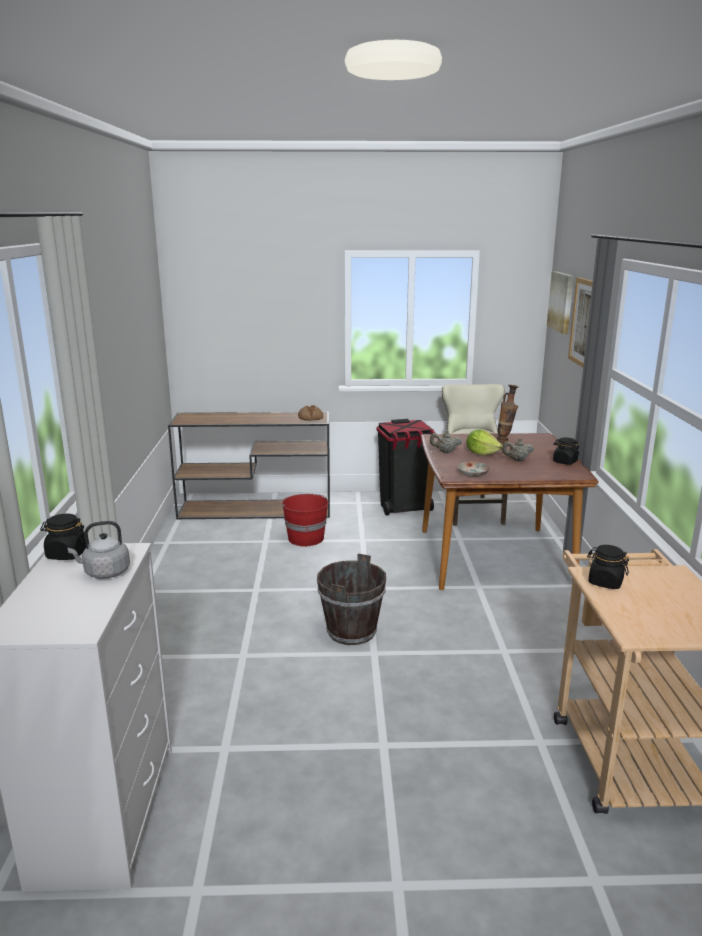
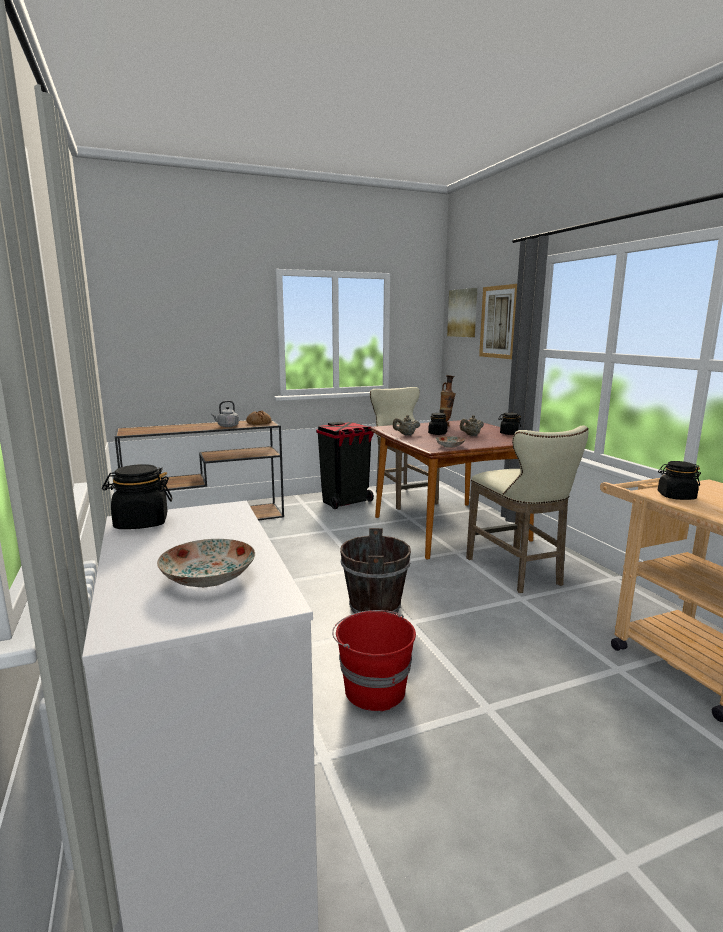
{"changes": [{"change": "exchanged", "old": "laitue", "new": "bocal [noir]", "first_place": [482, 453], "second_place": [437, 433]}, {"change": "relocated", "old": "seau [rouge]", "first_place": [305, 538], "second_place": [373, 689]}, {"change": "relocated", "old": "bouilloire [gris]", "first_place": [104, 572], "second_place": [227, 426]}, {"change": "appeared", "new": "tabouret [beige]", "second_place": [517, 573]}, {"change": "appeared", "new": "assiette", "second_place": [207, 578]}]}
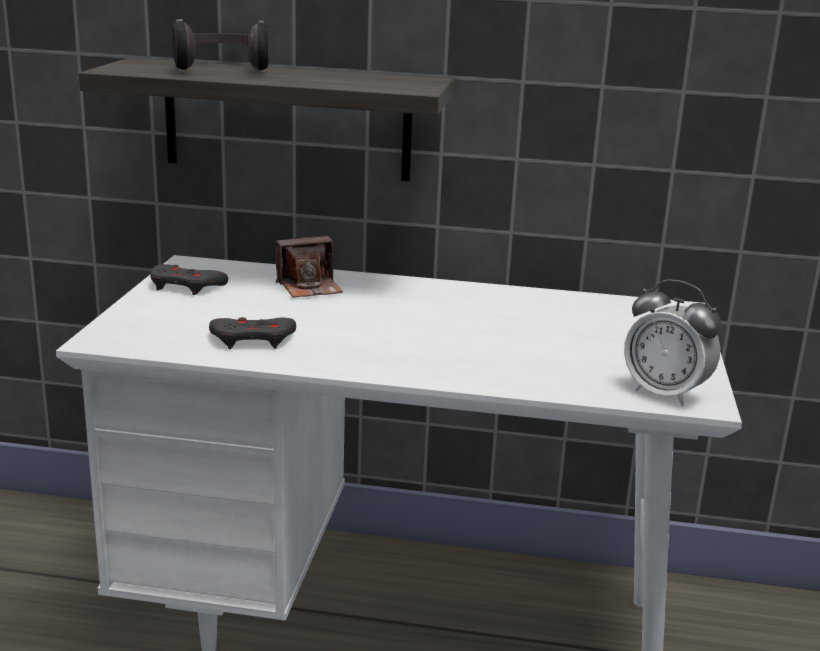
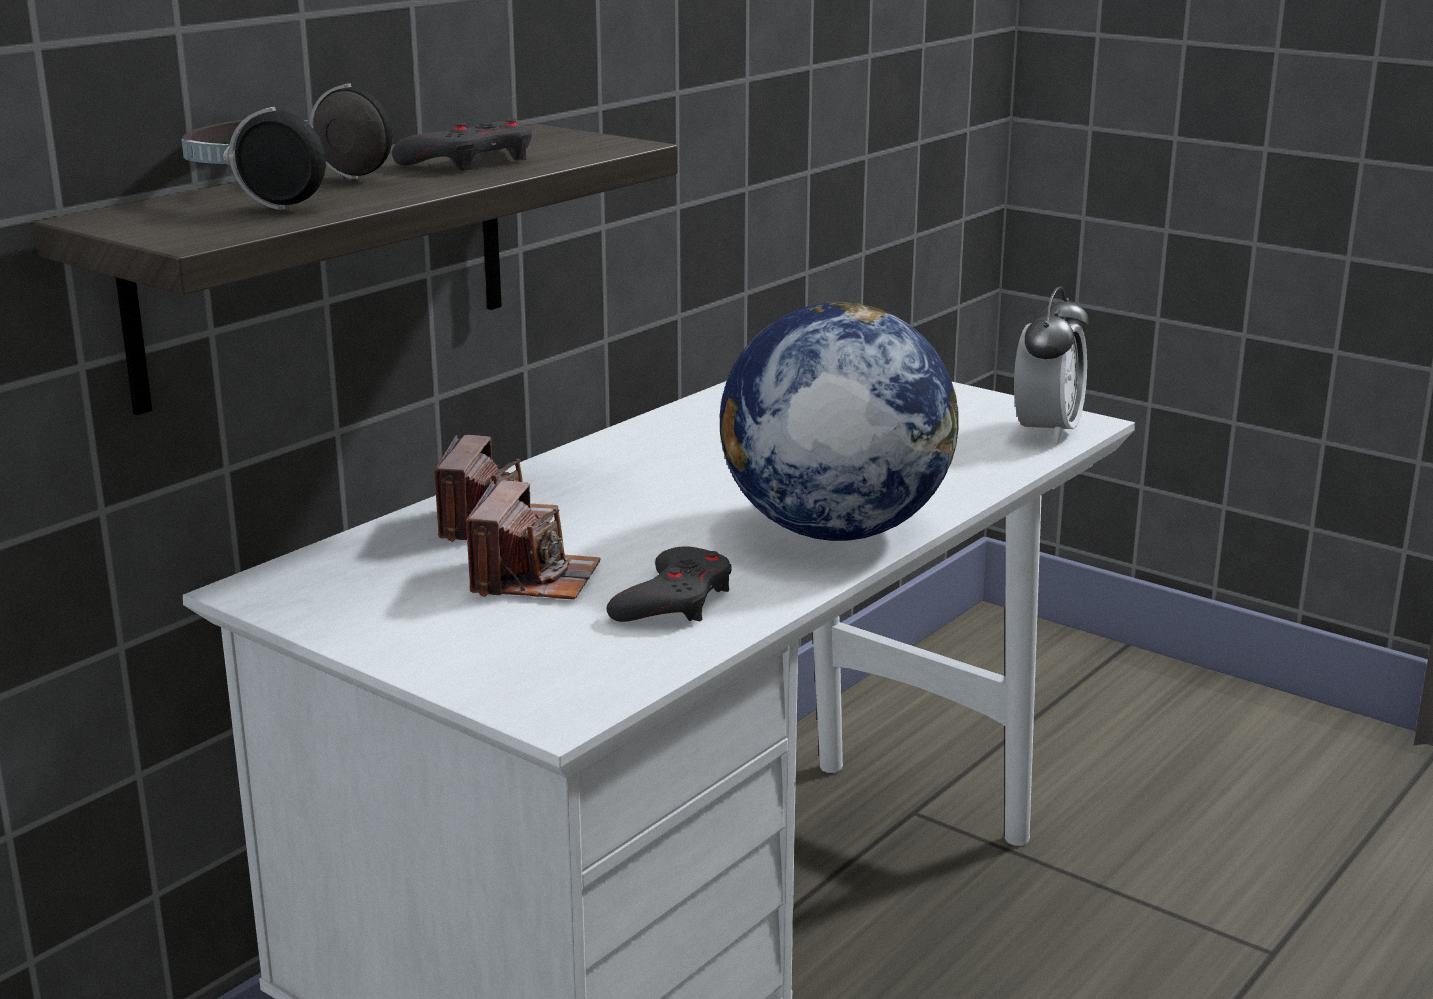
{"changes": [{"change": "relocated", "old": "manette [gris]", "first_place": [186, 286], "second_place": [470, 161]}, {"change": "spun", "old": "réveil", "first_place": [665, 394], "second_place": [1047, 431], "degrees": -45}, {"change": "appeared", "new": "globe", "second_place": [833, 531]}, {"change": "appeared", "new": "appareil photo", "second_place": [533, 579]}]}
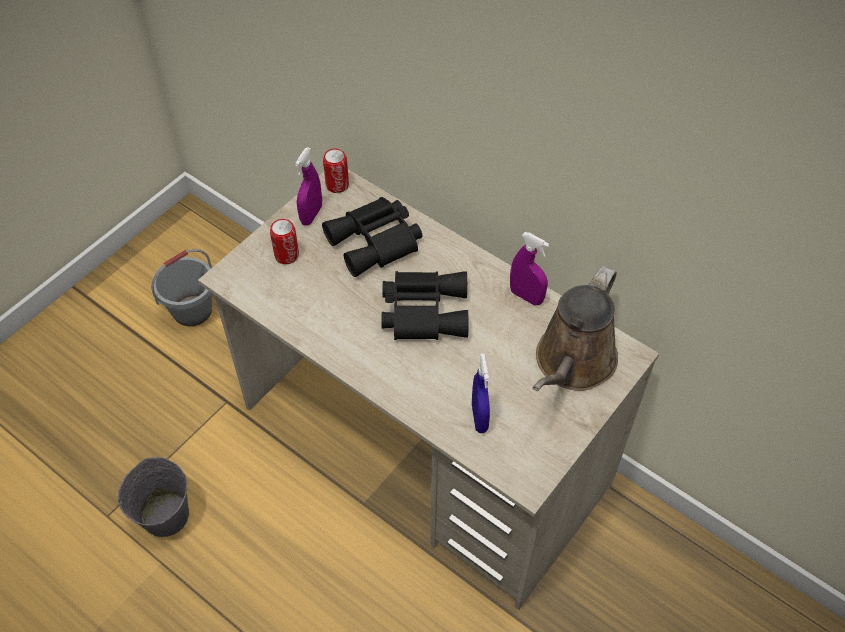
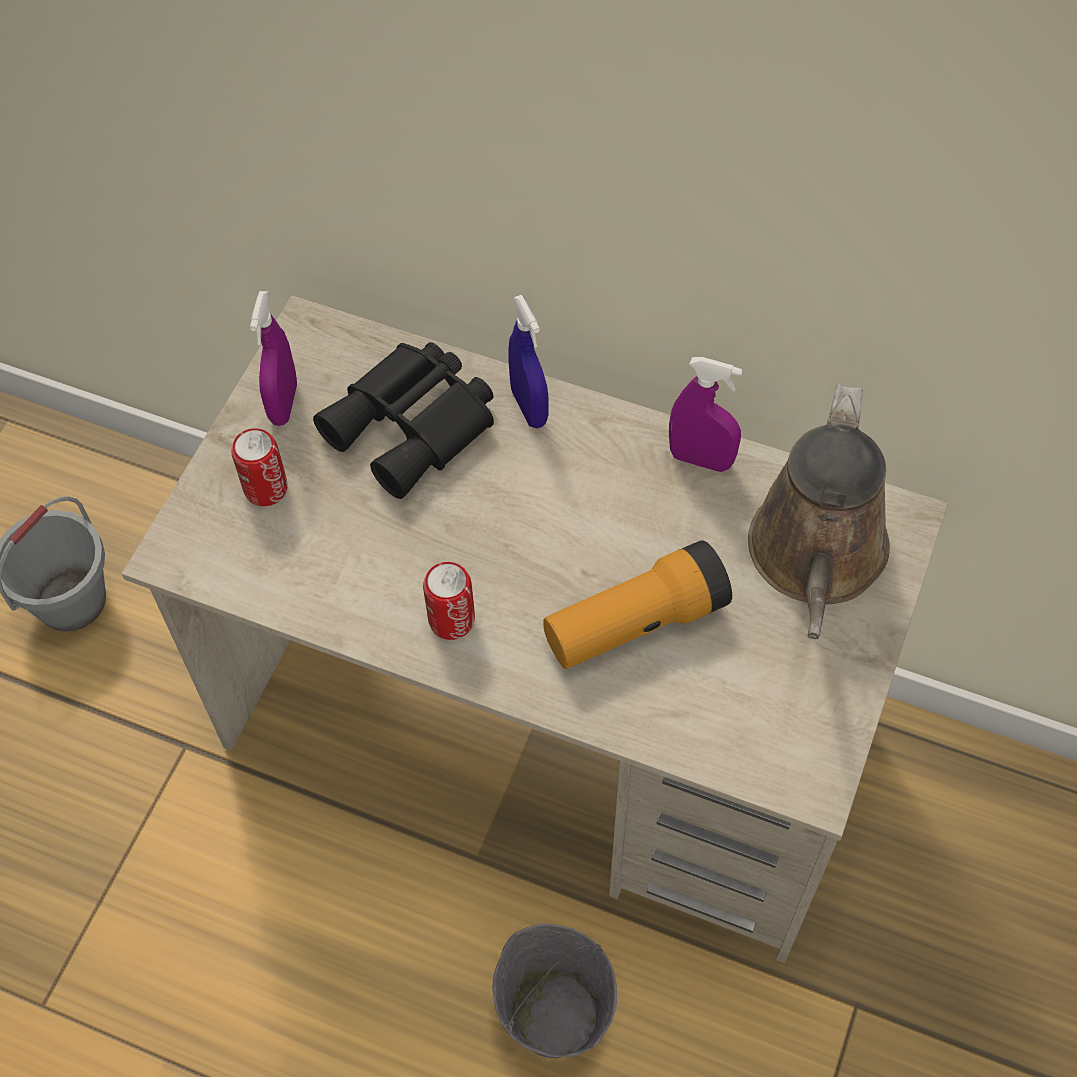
{"changes": [{"change": "relocated", "old": "boîte métallique", "first_place": [337, 185], "second_place": [451, 620]}, {"change": "missing", "old": "jumelles [noir]", "first_place": [423, 310]}, {"change": "relocated", "old": "vaporisateur [bleu]", "first_place": [479, 418], "second_place": [529, 407]}, {"change": "relocated", "old": "seau [gris]", "first_place": [165, 514], "second_place": [554, 1014]}, {"change": "appeared", "new": "lampe de poche", "second_place": [635, 623]}]}
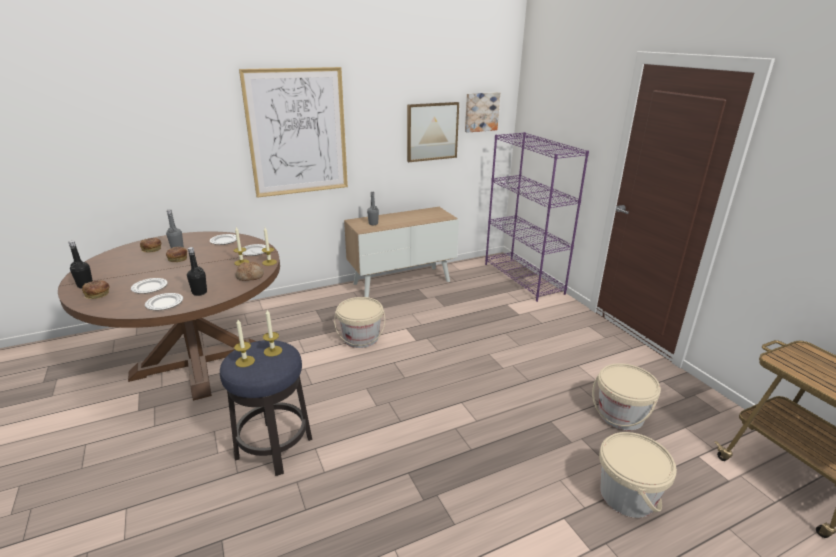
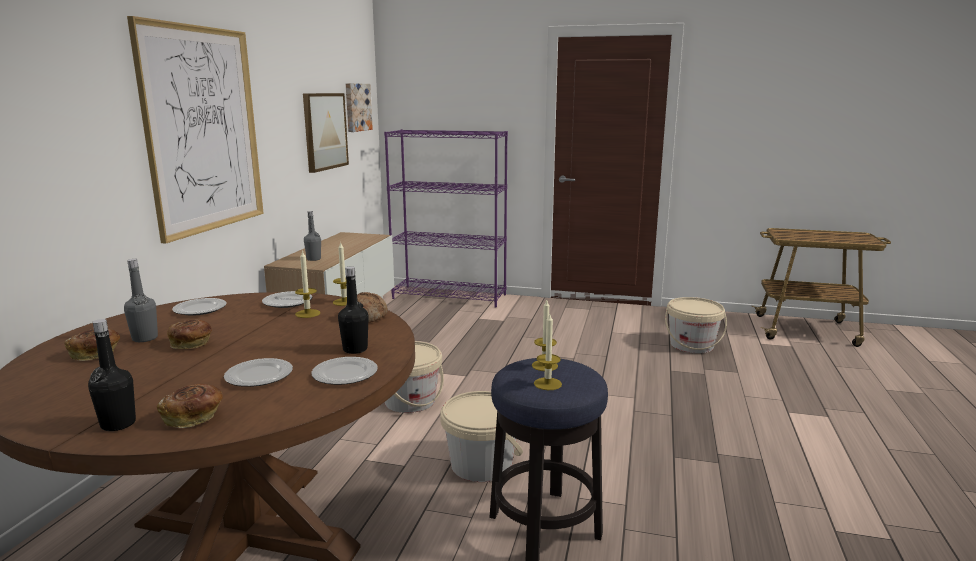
{"changes": [{"change": "relocated", "old": "seau [beige]", "first_place": [627, 495], "second_place": [481, 464]}]}
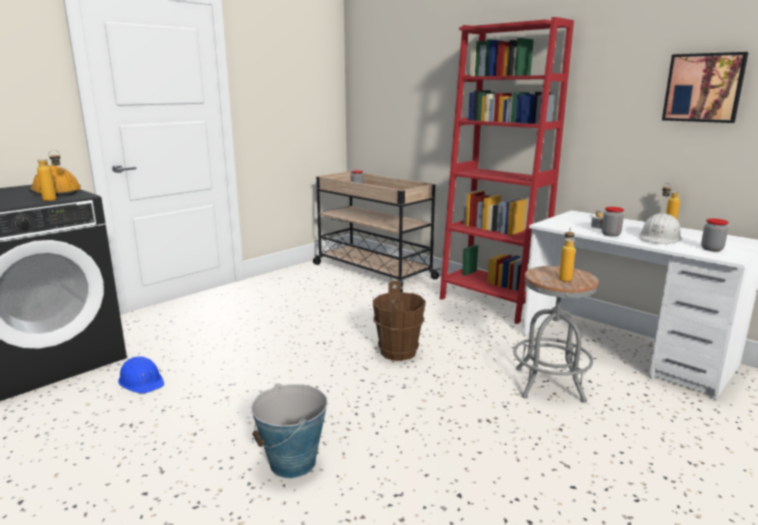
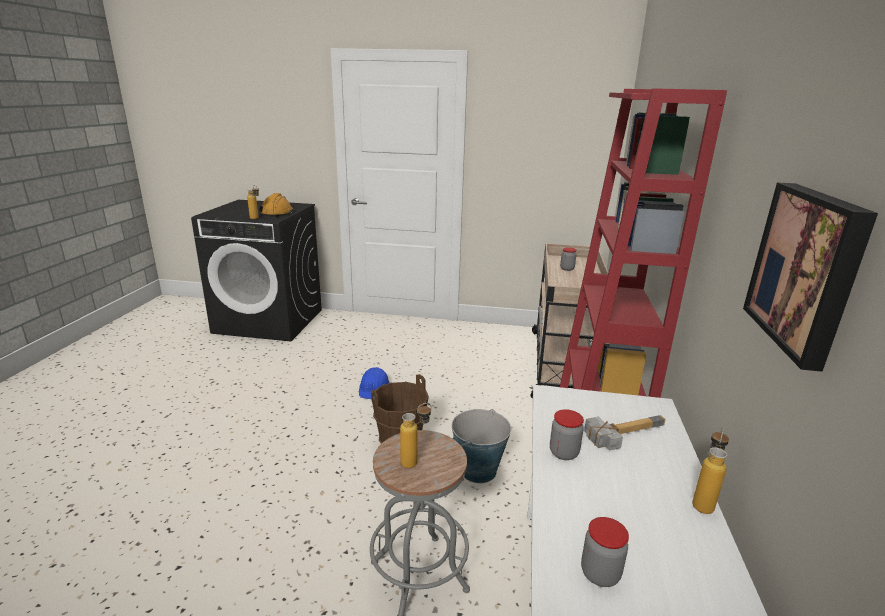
{"changes": [{"change": "missing", "old": "casque de chantier [blanc]", "first_place": [659, 238]}, {"change": "relocated", "old": "casque de chantier [bleu]", "first_place": [142, 381], "second_place": [374, 388]}, {"change": "relocated", "old": "seau", "first_place": [293, 463], "second_place": [478, 470]}]}
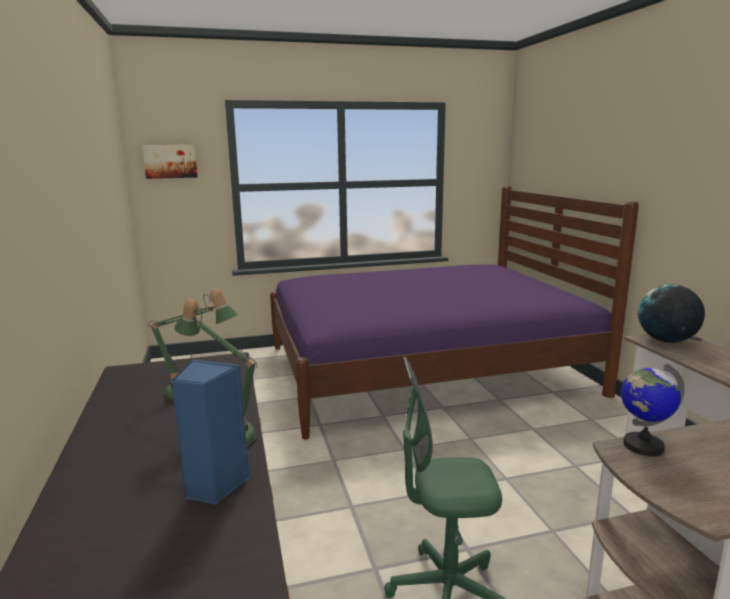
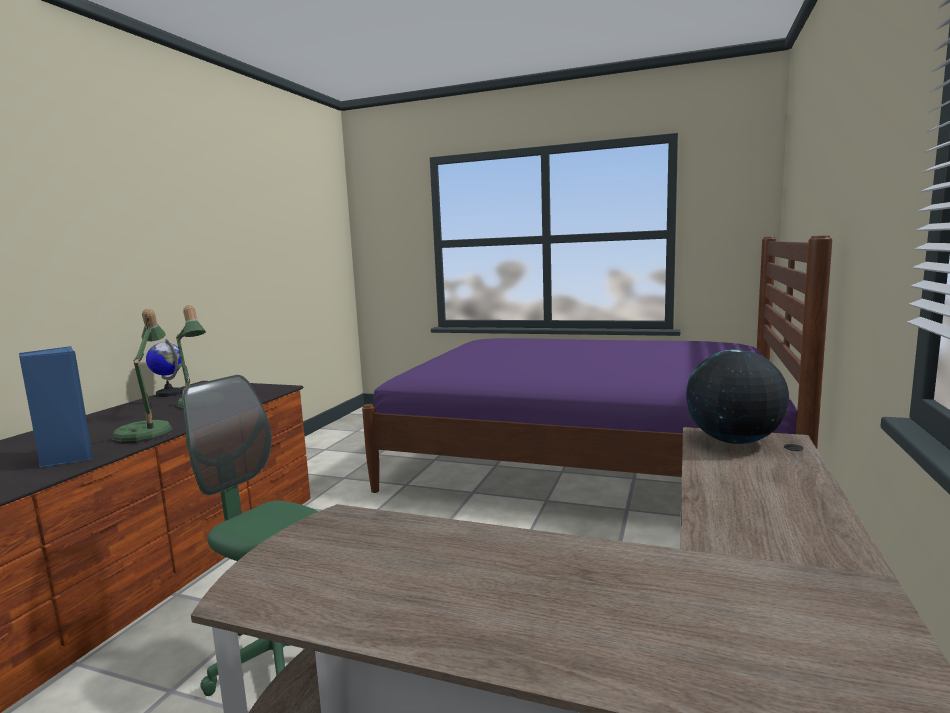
{"changes": [{"change": "missing", "old": "tableau", "first_place": [170, 161]}, {"change": "relocated", "old": "globe", "first_place": [642, 446], "second_place": [169, 393]}]}
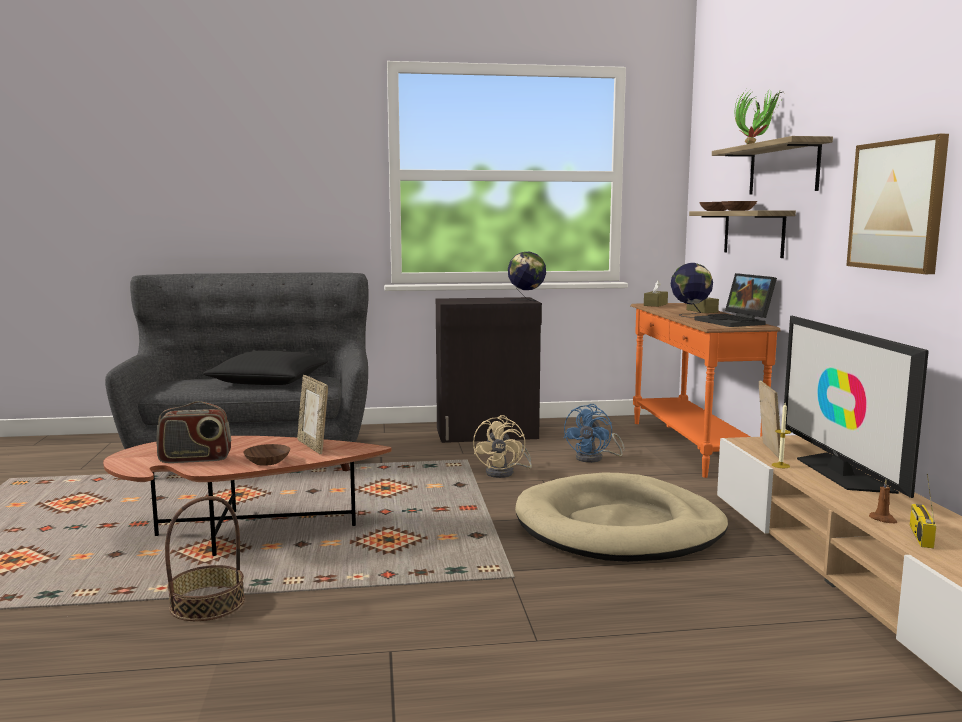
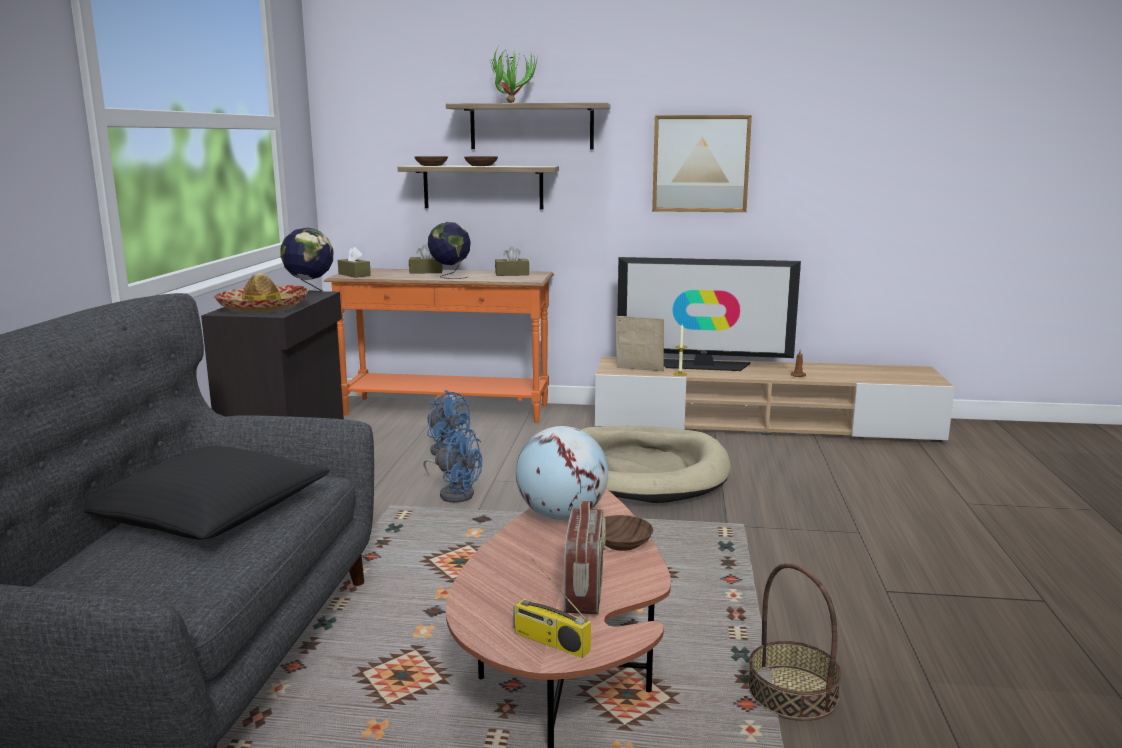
{"changes": [{"change": "exchanged", "old": "ordinateur portable", "new": "boîte à mouchoirs [marron]", "first_place": [735, 322], "second_place": [512, 274]}, {"change": "exchanged", "old": "cadre photo", "new": "globe", "first_place": [313, 446], "second_place": [562, 515]}, {"change": "colour", "old": "ventilateur [beige]", "new": "ventilateur [bleu]", "first_place": [505, 472], "second_place": [455, 493]}, {"change": "relocated", "old": "radio", "first_place": [919, 535], "second_place": [549, 642]}, {"change": "appeared", "new": "chapeau", "second_place": [263, 307]}]}
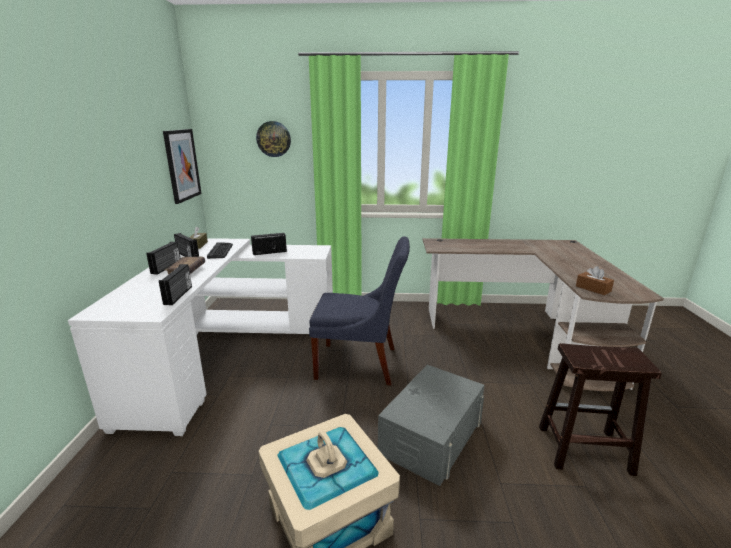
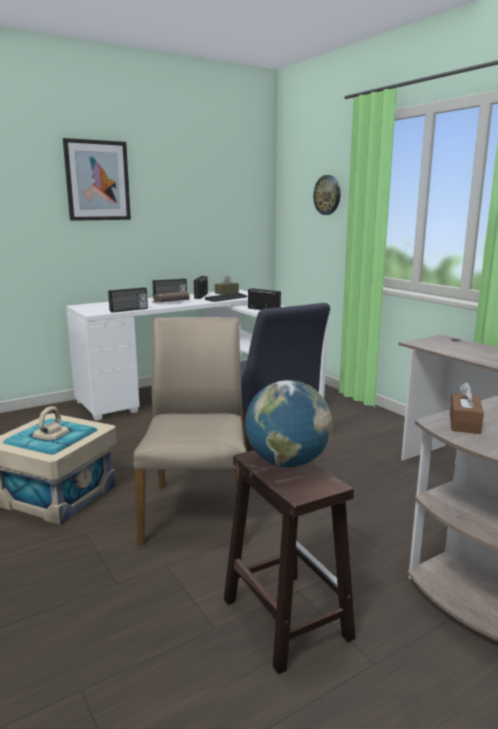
{"changes": [{"change": "relocated", "old": "tableau", "first_place": [182, 165], "second_place": [97, 180]}, {"change": "exchanged", "old": "boîte de rangement [gris]", "new": "chaise [beige]", "first_place": [431, 436], "second_place": [197, 510]}, {"change": "appeared", "new": "globe", "second_place": [287, 463]}]}
